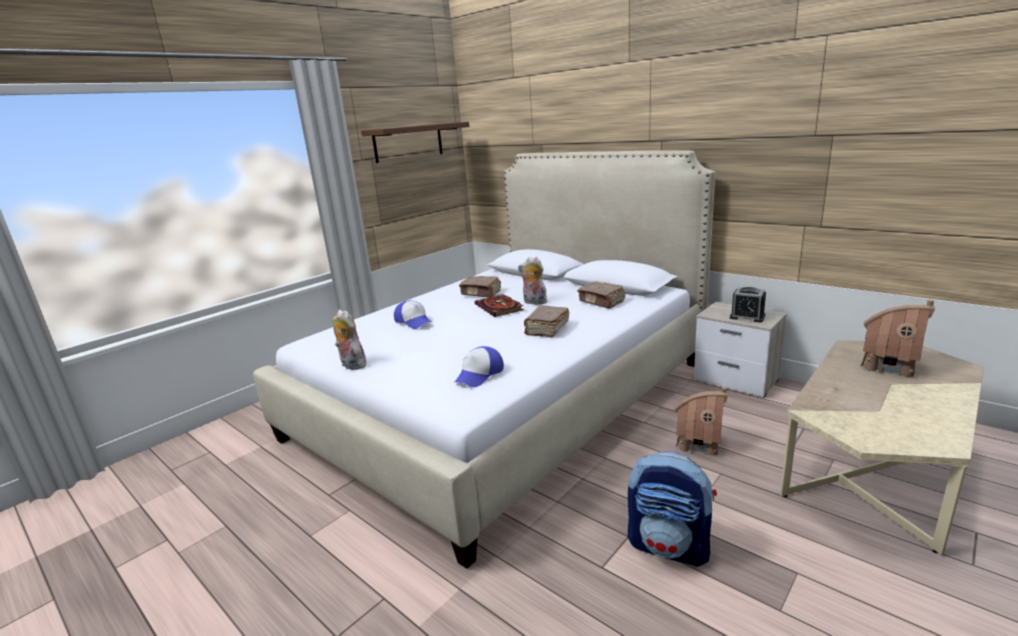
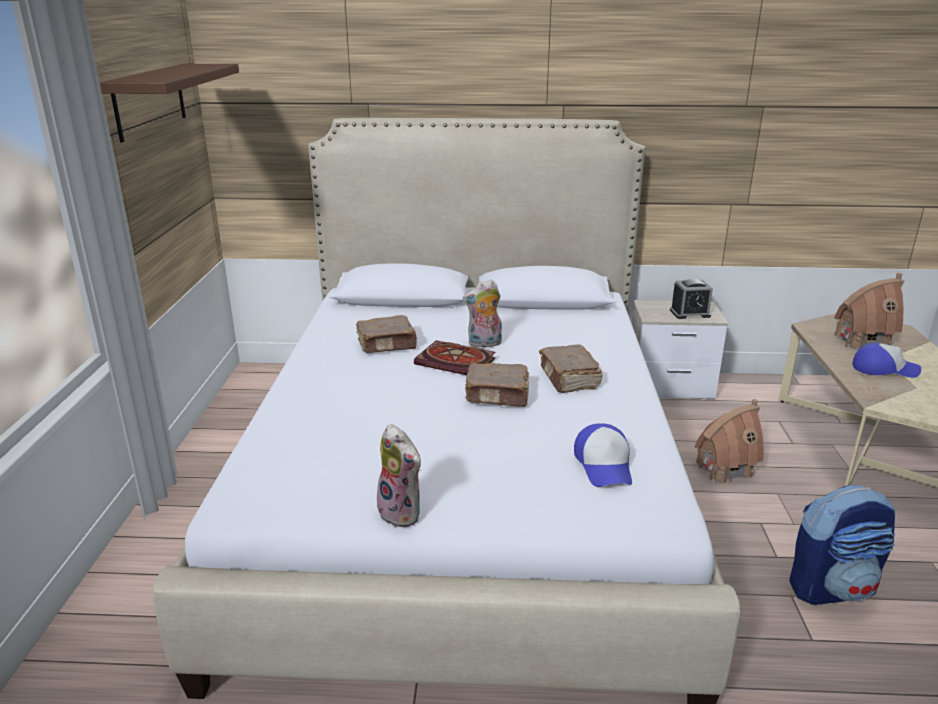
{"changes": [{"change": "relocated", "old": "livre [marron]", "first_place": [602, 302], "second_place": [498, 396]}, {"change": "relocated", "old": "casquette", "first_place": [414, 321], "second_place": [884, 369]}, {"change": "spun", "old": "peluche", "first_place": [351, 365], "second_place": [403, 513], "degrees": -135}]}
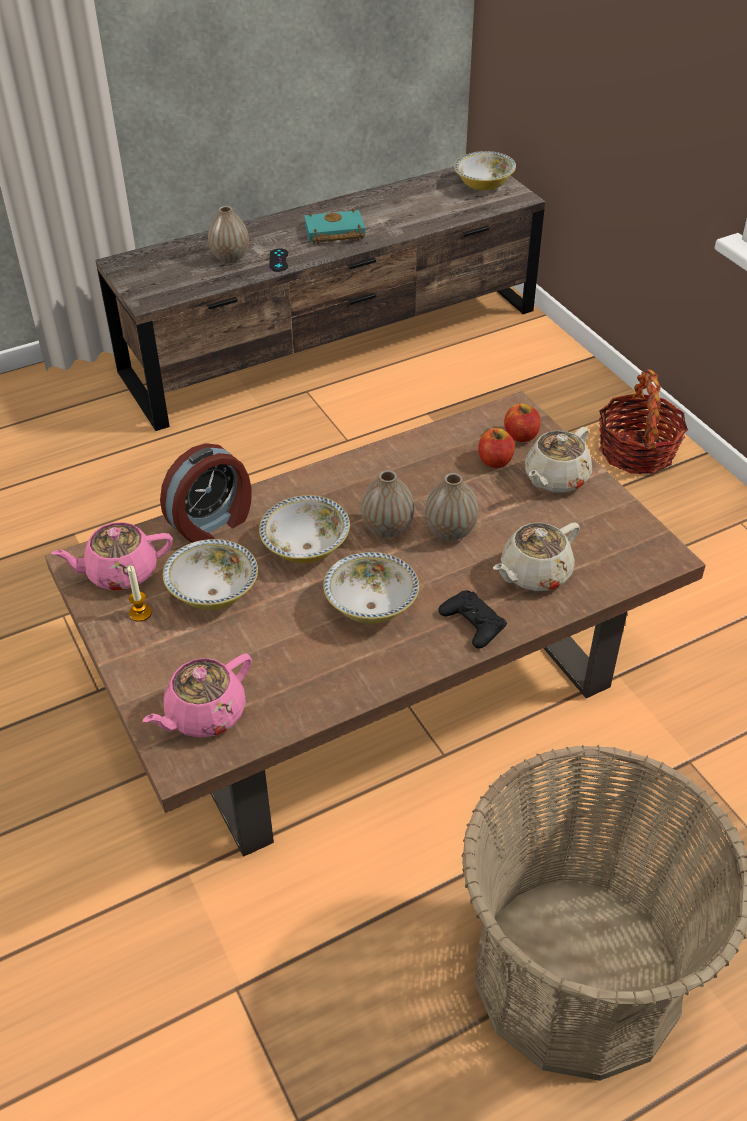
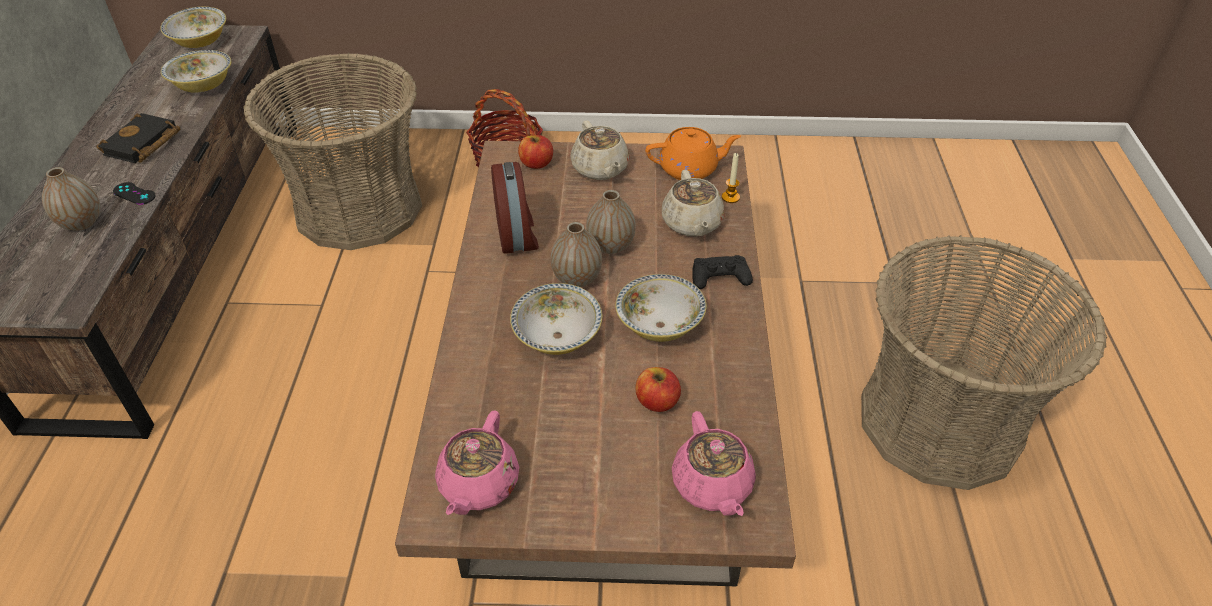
{"changes": [{"change": "colour", "old": "livre [turquoise]", "new": "livre [noir]", "first_place": [333, 233], "second_place": [142, 145]}, {"change": "relocated", "old": "pomme", "first_place": [495, 461], "second_place": [657, 401]}, {"change": "relocated", "old": "réveil", "first_place": [212, 523], "second_place": [517, 234]}, {"change": "relocated", "old": "bol", "first_place": [213, 593], "second_place": [203, 85]}, {"change": "relocated", "old": "bougie", "first_place": [140, 613], "second_place": [730, 197]}, {"change": "appeared", "new": "panier", "second_place": [359, 208]}, {"change": "appeared", "new": "théière [orange]", "second_place": [690, 169]}]}
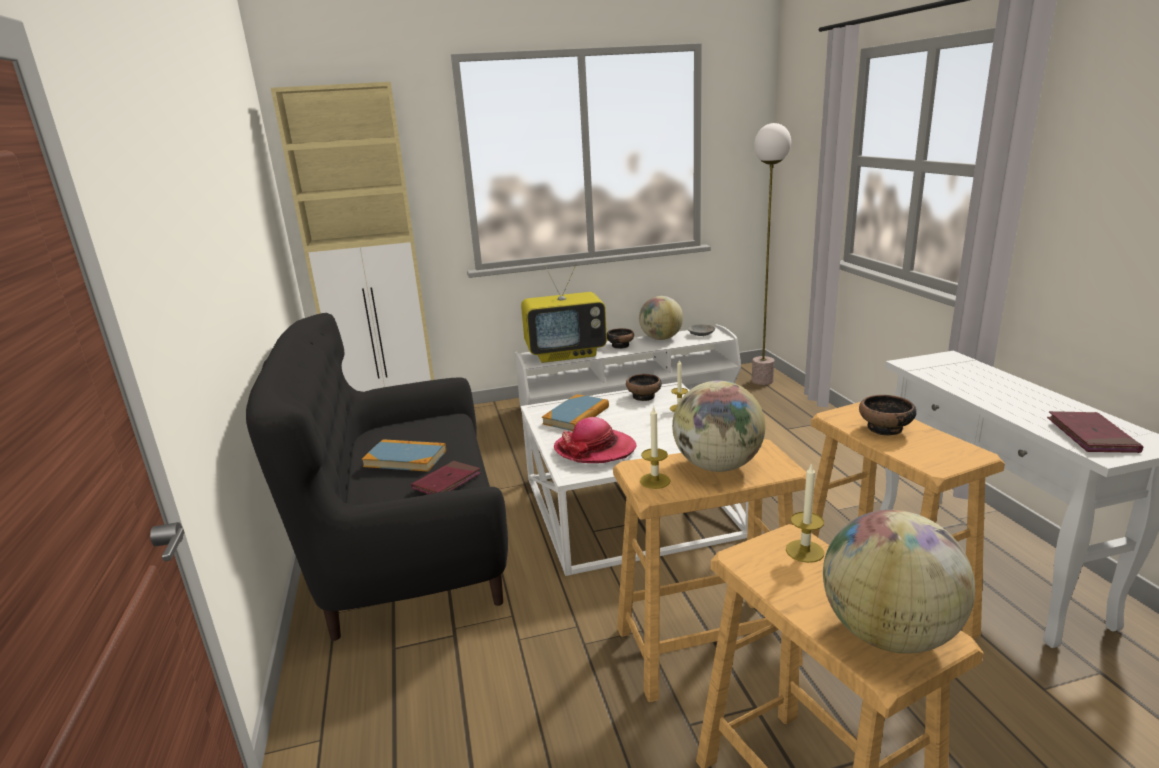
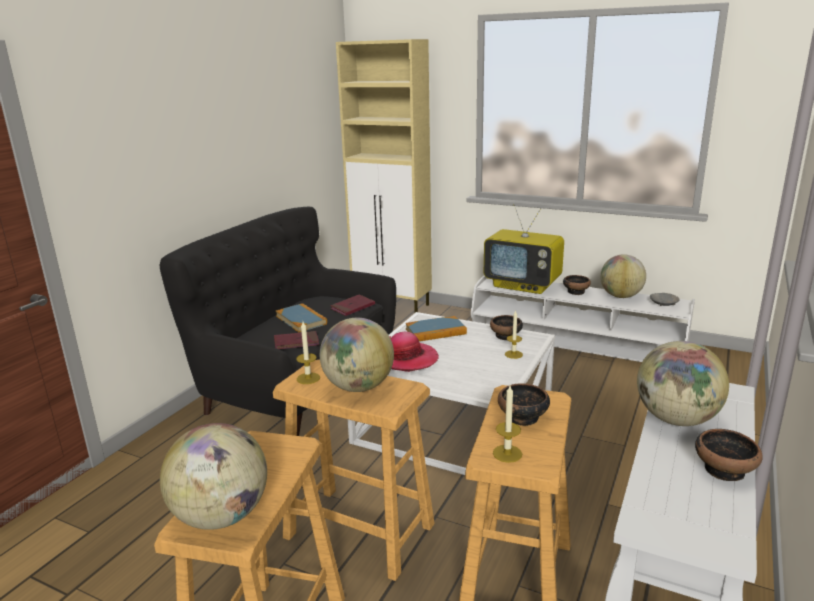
{"changes": [{"change": "missing", "old": "lampadaire", "first_place": [762, 380]}, {"change": "relocated", "old": "livre [rouge]", "first_place": [1091, 436], "second_place": [352, 307]}, {"change": "relocated", "old": "bougie", "first_place": [804, 551], "second_place": [507, 453]}, {"change": "appeared", "new": "globe", "second_place": [676, 419]}, {"change": "appeared", "new": "bol", "second_place": [725, 469]}]}
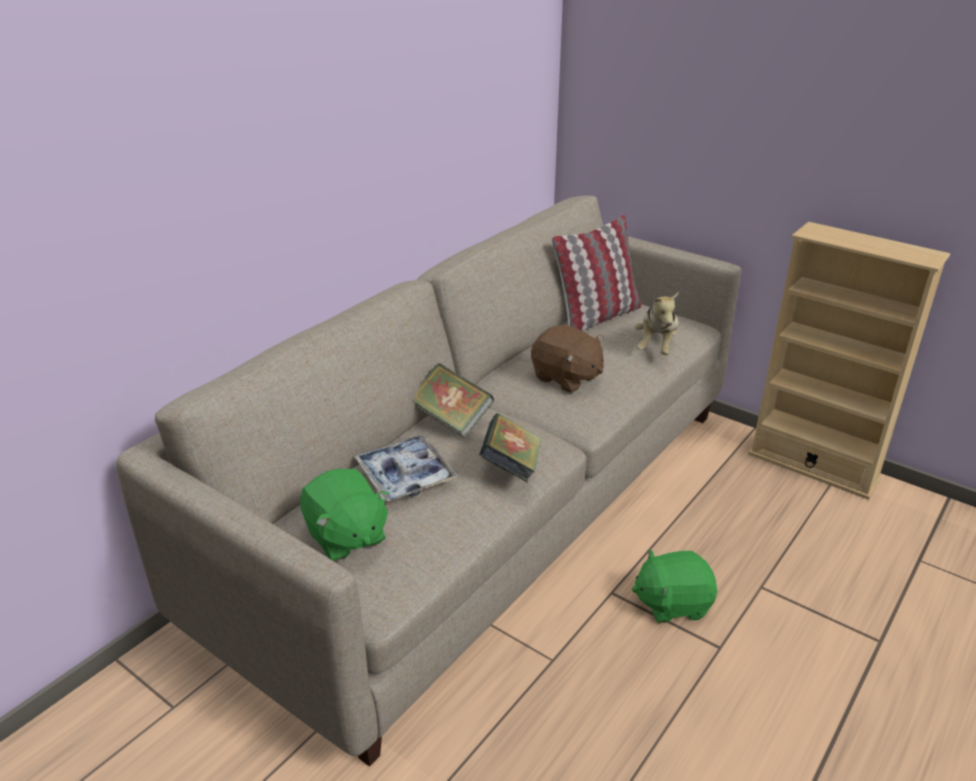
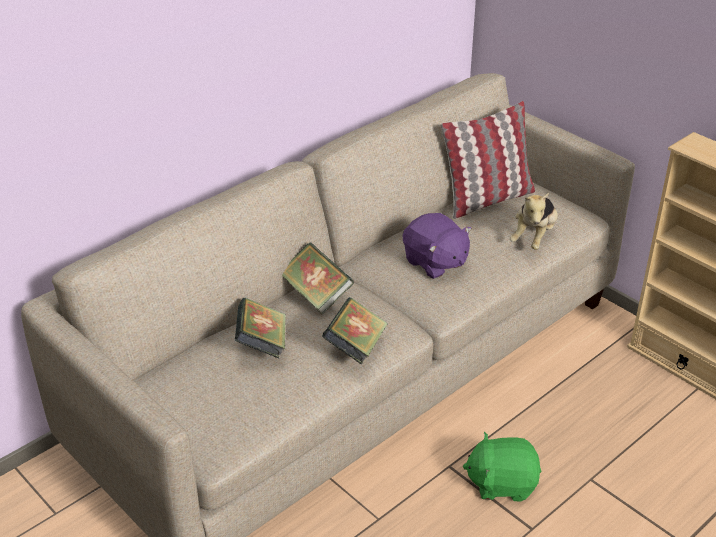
{"changes": [{"change": "colour", "old": "peluche [marron]", "new": "peluche [violet]", "first_place": [566, 378], "second_place": [435, 263]}, {"change": "exchanged", "old": "plateau", "new": "livre", "first_place": [406, 476], "second_place": [262, 344]}, {"change": "missing", "old": "peluche [vert]", "first_place": [345, 537]}]}
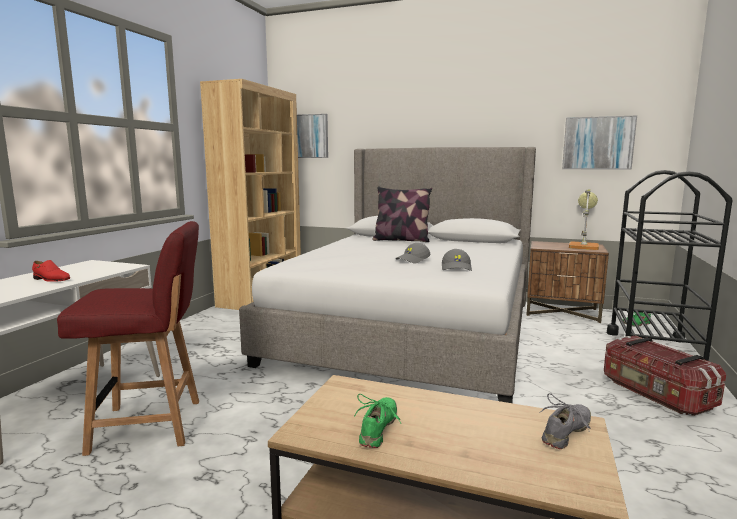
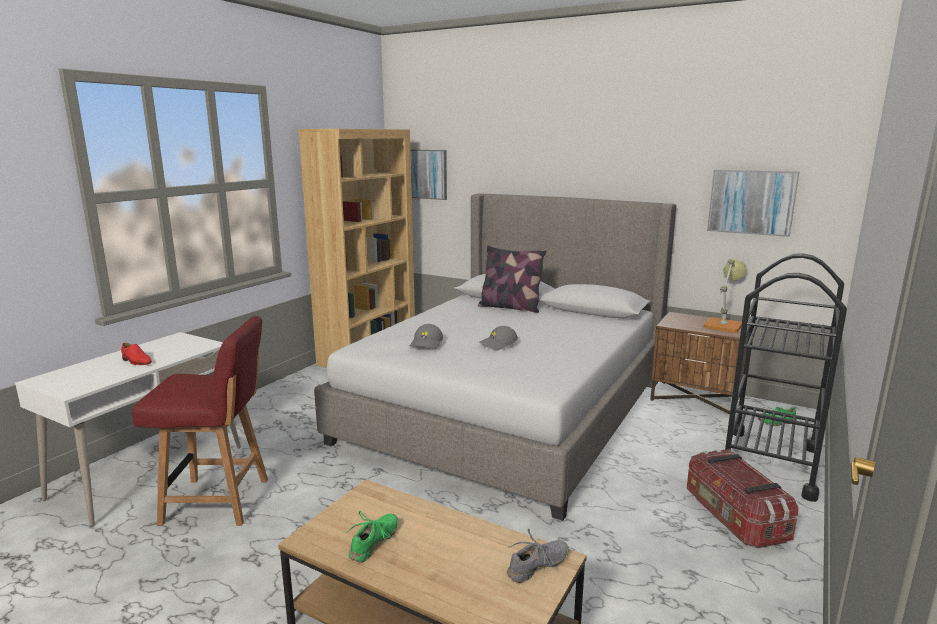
{"changes": [{"change": "relocated", "old": "casquette [gris]", "first_place": [457, 268], "second_place": [427, 344]}]}
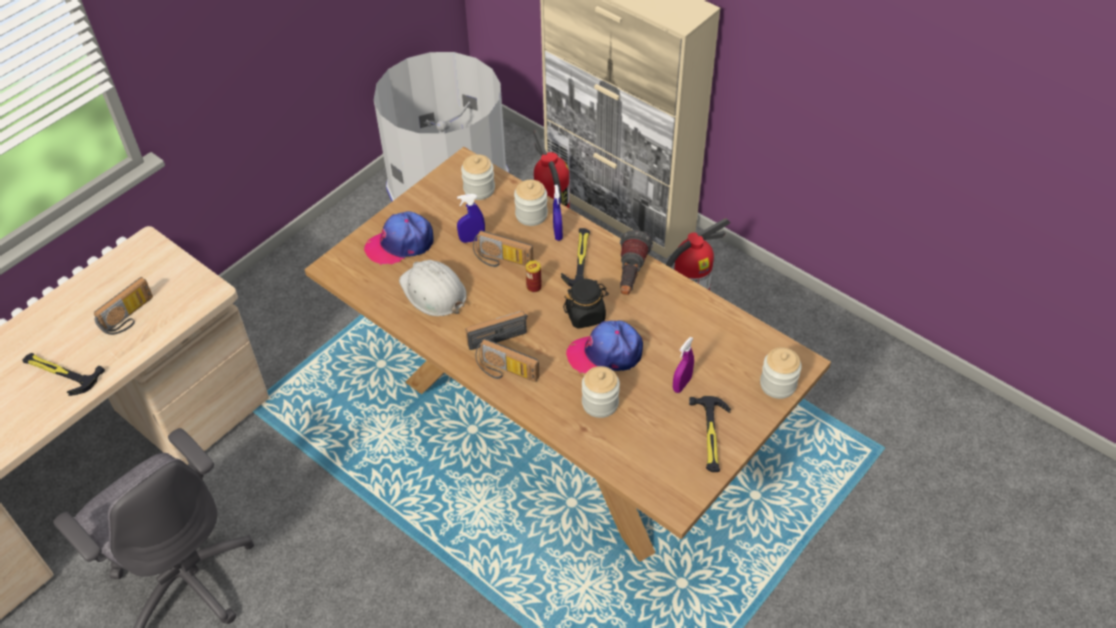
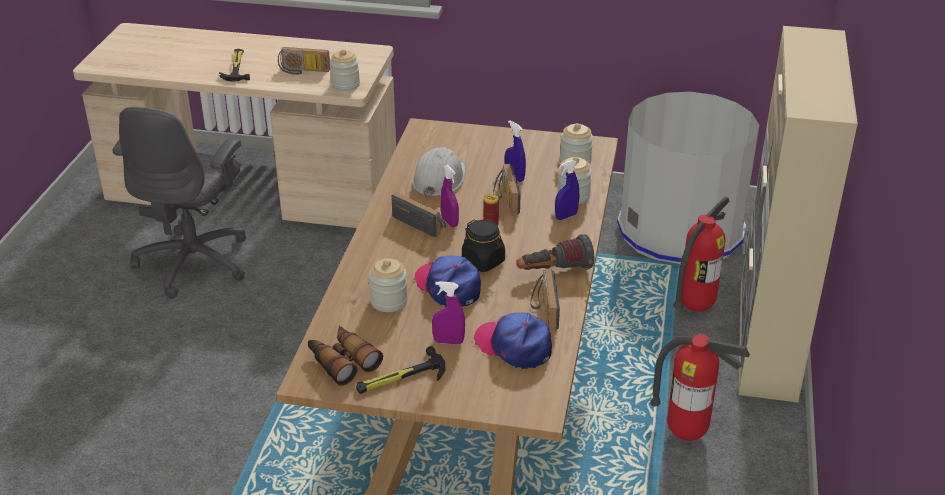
{"changes": [{"change": "relocated", "old": "casquette", "first_place": [400, 244], "second_place": [514, 346]}, {"change": "missing", "old": "marteau", "first_place": [581, 260]}, {"change": "relocated", "old": "radio", "first_place": [505, 372], "second_place": [543, 309]}, {"change": "relocated", "old": "bocal", "first_place": [778, 384], "second_place": [345, 85]}, {"change": "appeared", "new": "vaporisateur [violet]", "second_place": [449, 222]}, {"change": "appeared", "new": "jumelles", "second_place": [342, 361]}]}
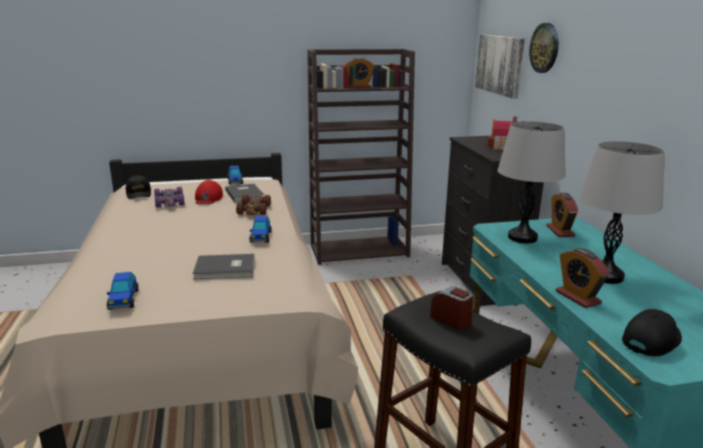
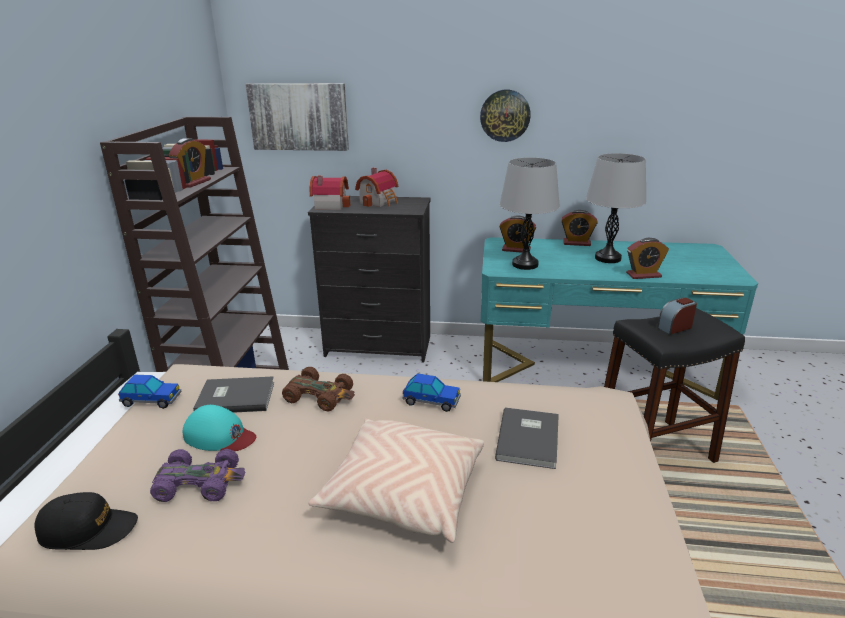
{"changes": [{"change": "relocated", "old": "horloge murale", "first_place": [545, 48], "second_place": [505, 115]}, {"change": "colour", "old": "casquette [rouge]", "new": "casquette [turquoise]", "first_place": [208, 198], "second_place": [219, 436]}, {"change": "missing", "old": "petite voiture", "first_place": [123, 300]}, {"change": "missing", "old": "casquette [noir]", "first_place": [651, 340]}, {"change": "appeared", "new": "maison miniature", "second_place": [330, 205]}, {"change": "appeared", "new": "réveil", "second_place": [576, 243]}, {"change": "appeared", "new": "coussin [beige]", "second_place": [403, 493]}]}
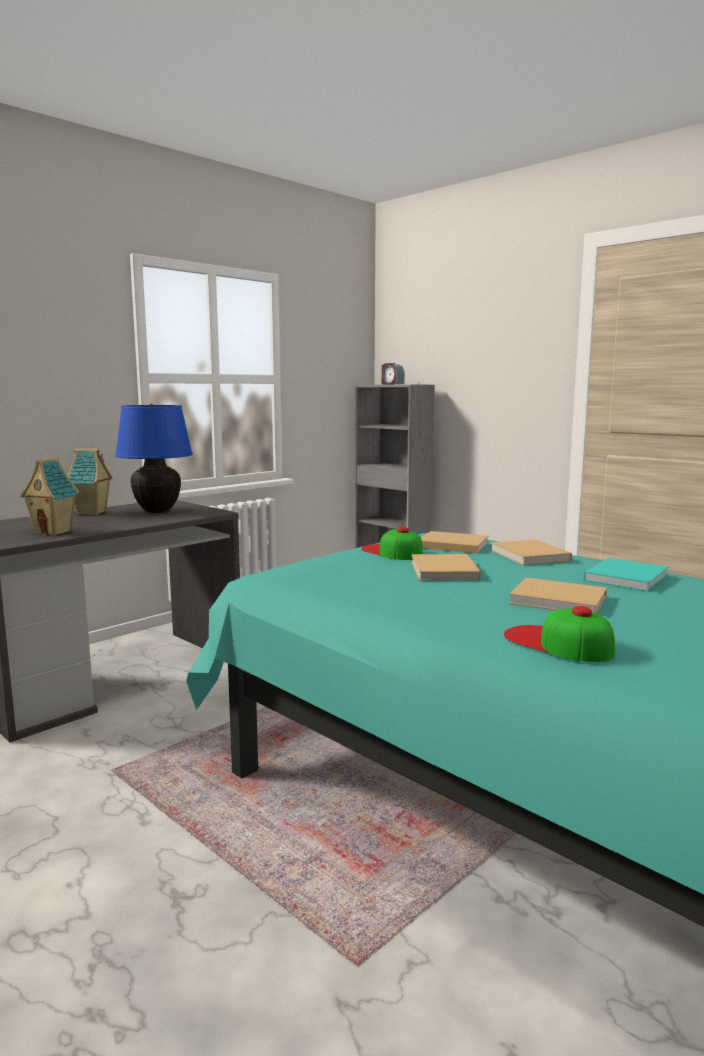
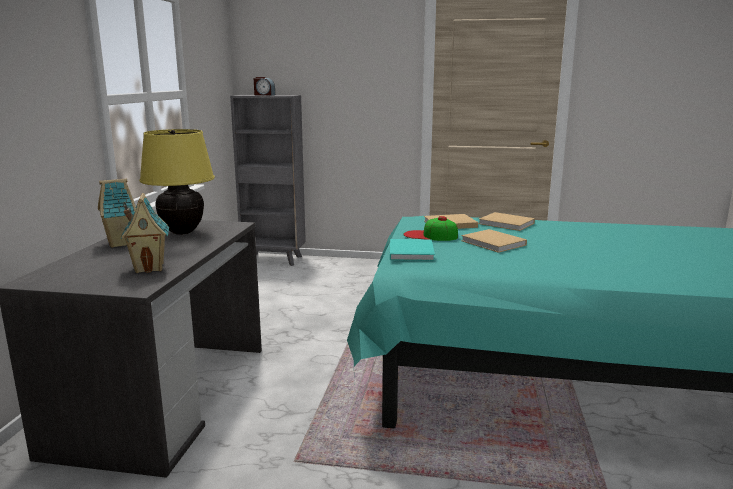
{"changes": [{"change": "colour", "old": "lampe de table [bleu]", "new": "lampe de table [jaune]", "first_place": [157, 511], "second_place": [182, 232]}, {"change": "relocated", "old": "livre [turquoise]", "first_place": [627, 577], "second_place": [411, 251]}, {"change": "missing", "old": "livre [beige]", "first_place": [561, 600]}, {"change": "missing", "old": "casquette", "first_place": [557, 643]}]}
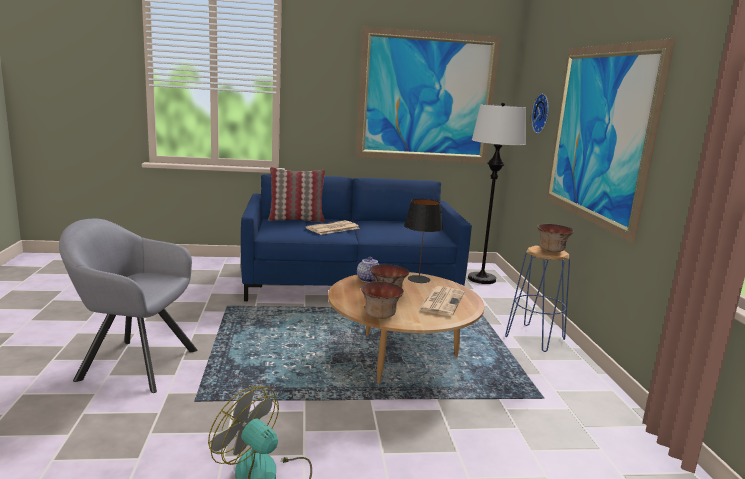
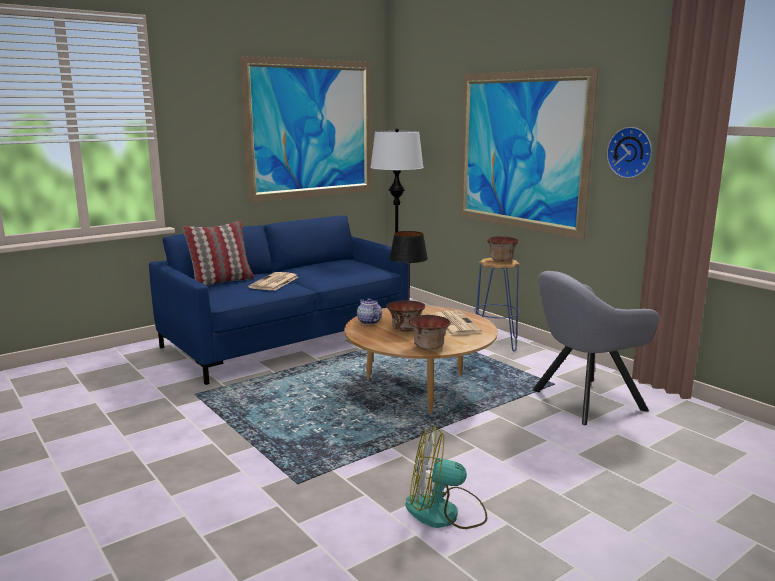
{"changes": [{"change": "relocated", "old": "horloge murale", "first_place": [543, 113], "second_place": [631, 152]}, {"change": "relocated", "old": "fauteuil [gris]", "first_place": [132, 363], "second_place": [582, 401]}]}
